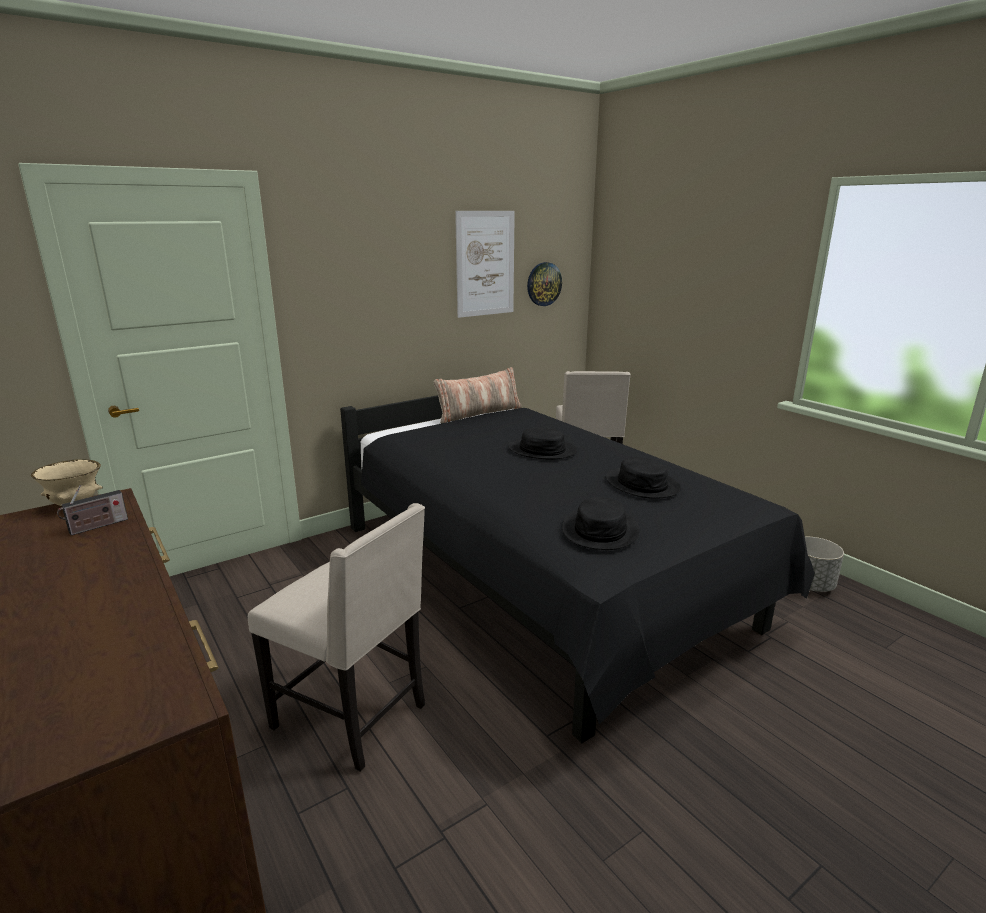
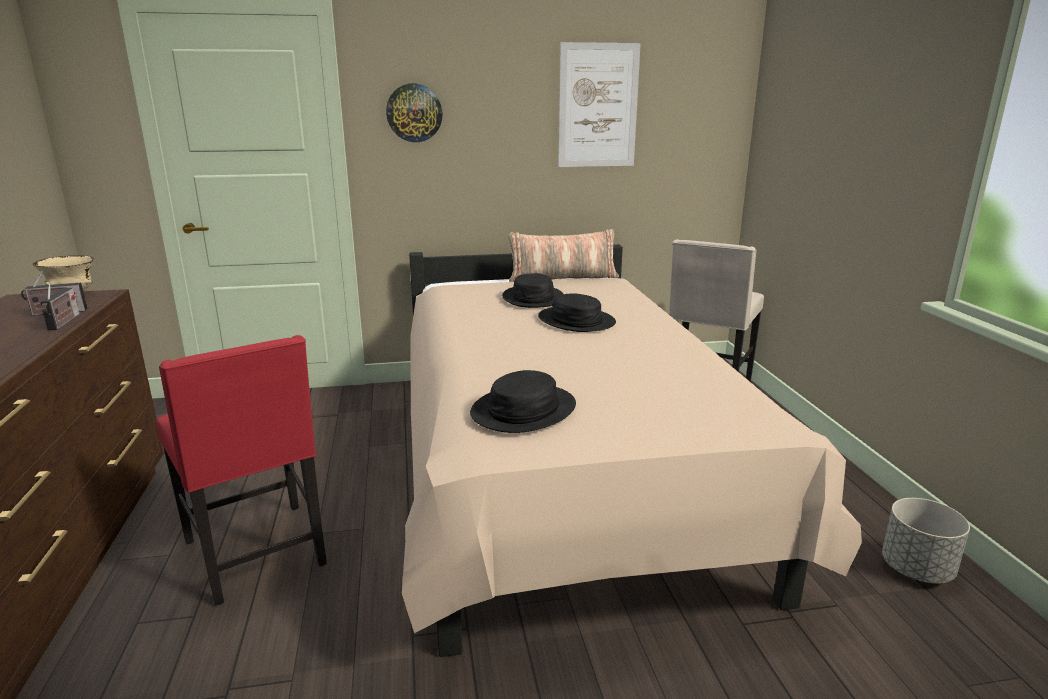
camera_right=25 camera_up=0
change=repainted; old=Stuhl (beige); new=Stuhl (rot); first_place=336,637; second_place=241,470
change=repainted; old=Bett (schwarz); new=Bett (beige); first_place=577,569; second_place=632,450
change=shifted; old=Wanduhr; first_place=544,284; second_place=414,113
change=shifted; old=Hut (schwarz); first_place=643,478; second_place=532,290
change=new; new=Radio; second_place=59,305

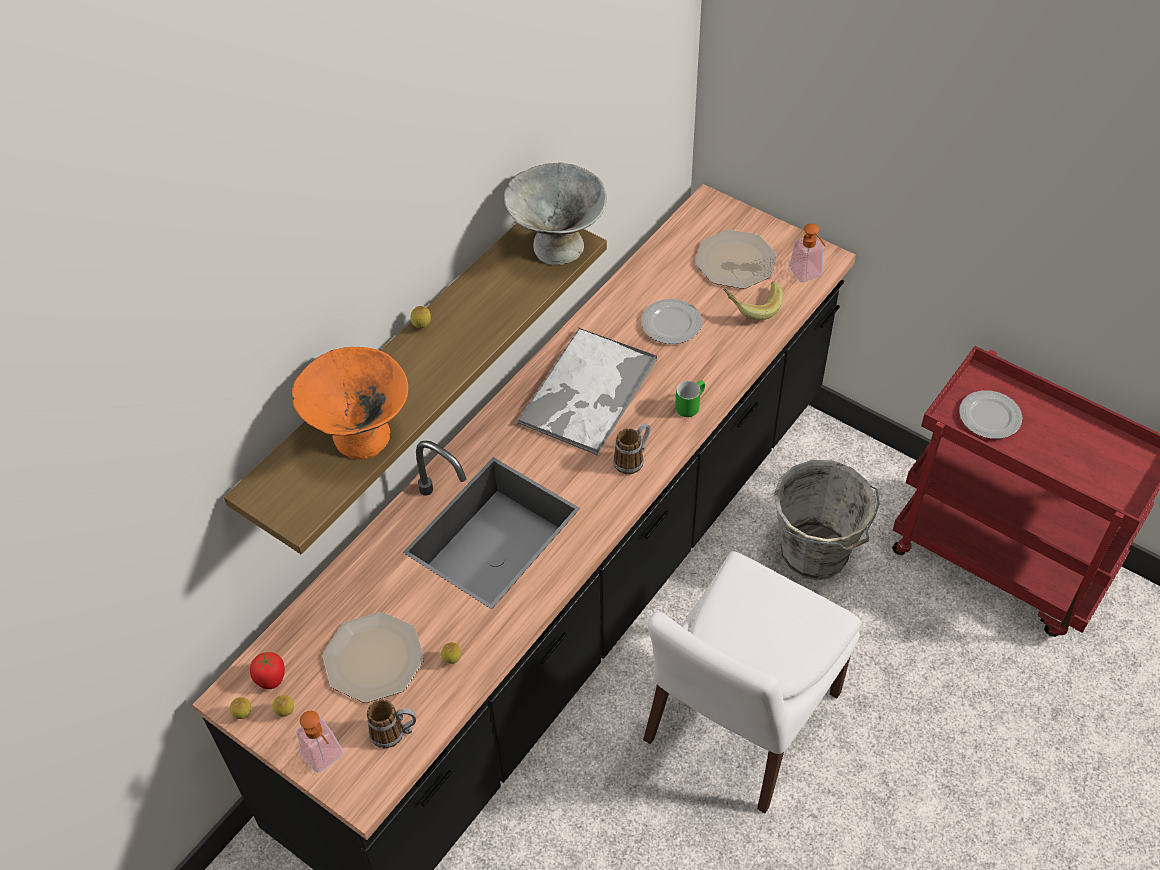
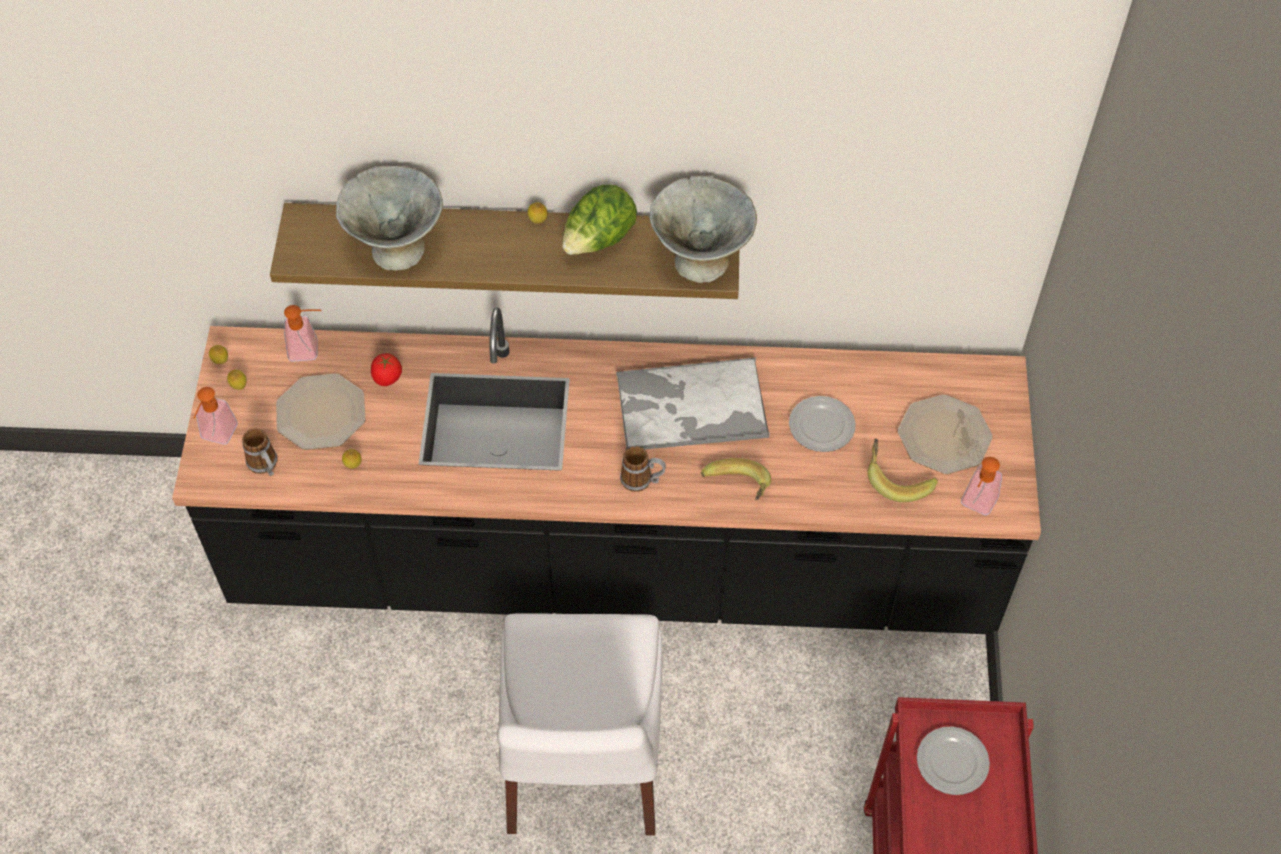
camera_right=55 camera_up=5
change=shifted; old=Tomate; first_place=267,670; second_place=386,369
change=repainted; old=Schüssel (orange); new=Schüssel (grau); first_place=350,403; second_place=389,218
change=rotated; old=Stuhl (weiß); first_place=752,682; second_place=579,724; degrees=-90
change=swapped; old=Henkelbecher (grün); new=Banane; first_place=690,398; second_place=736,479
change=gone; old=Eimer (grau); first_place=826,520
change=new; new=Seifenspender; second_place=303,333
change=new; new=Salatkopf; second_place=599,219

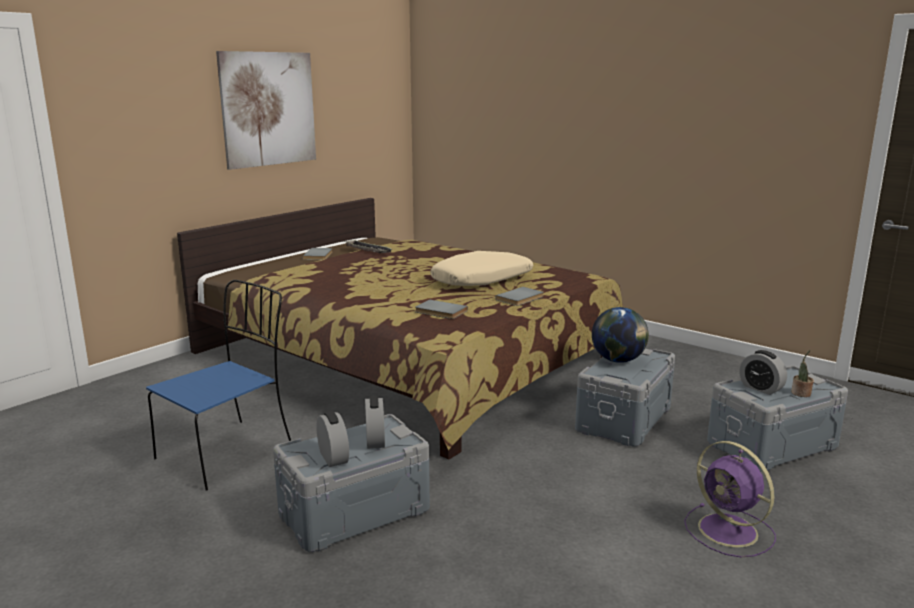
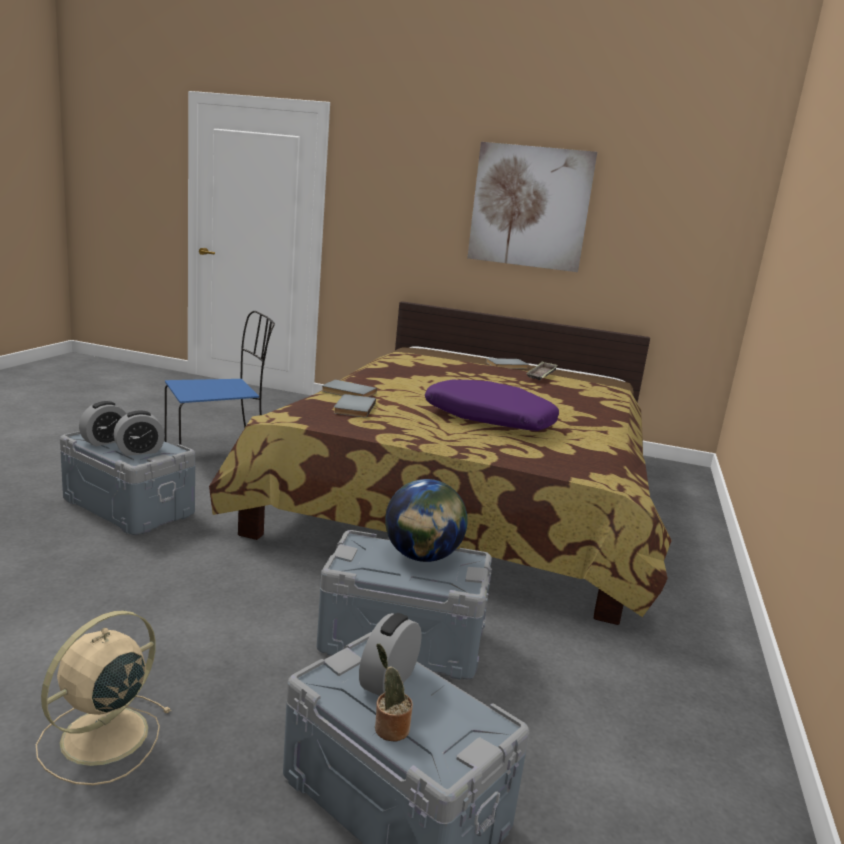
camera_right=65 camera_up=0
change=rotated; old=Stuhl (blau); first_place=218,385; second_place=220,378; degrees=-45
change=repainted; old=Kissen (beige); new=Kissen (lila); first_place=481,268; second_place=492,405
change=shifted; old=Buch (grau); first_place=519,296; second_place=349,388
change=repainted; old=Ventilator (lila); new=Ventilator (beige); first_place=730,499; second_place=103,697

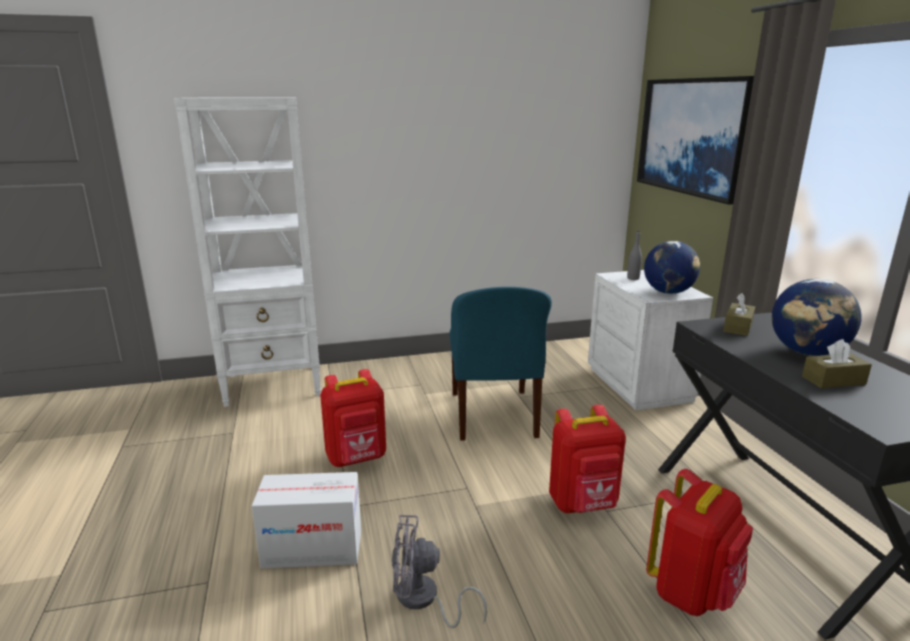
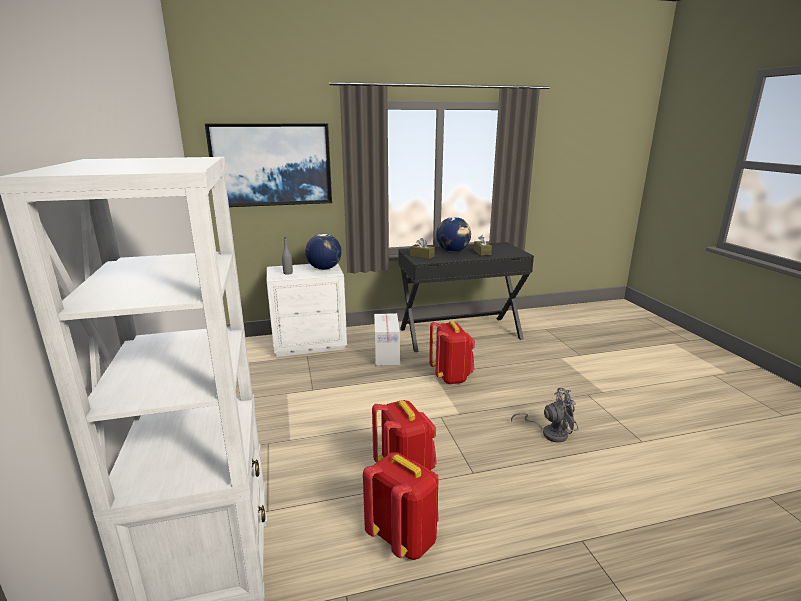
camera_right=-90 camera_up=0
change=shifted; old=Karton; first_place=306,520; second_place=387,339
change=rotated; old=Ventilator (grau); first_place=439,571; second_place=544,415; degrees=-90
change=gone; old=Stuhl (blau); first_place=500,364
change=shifted; old=Rucksack (rot); first_place=699,542; second_place=401,506

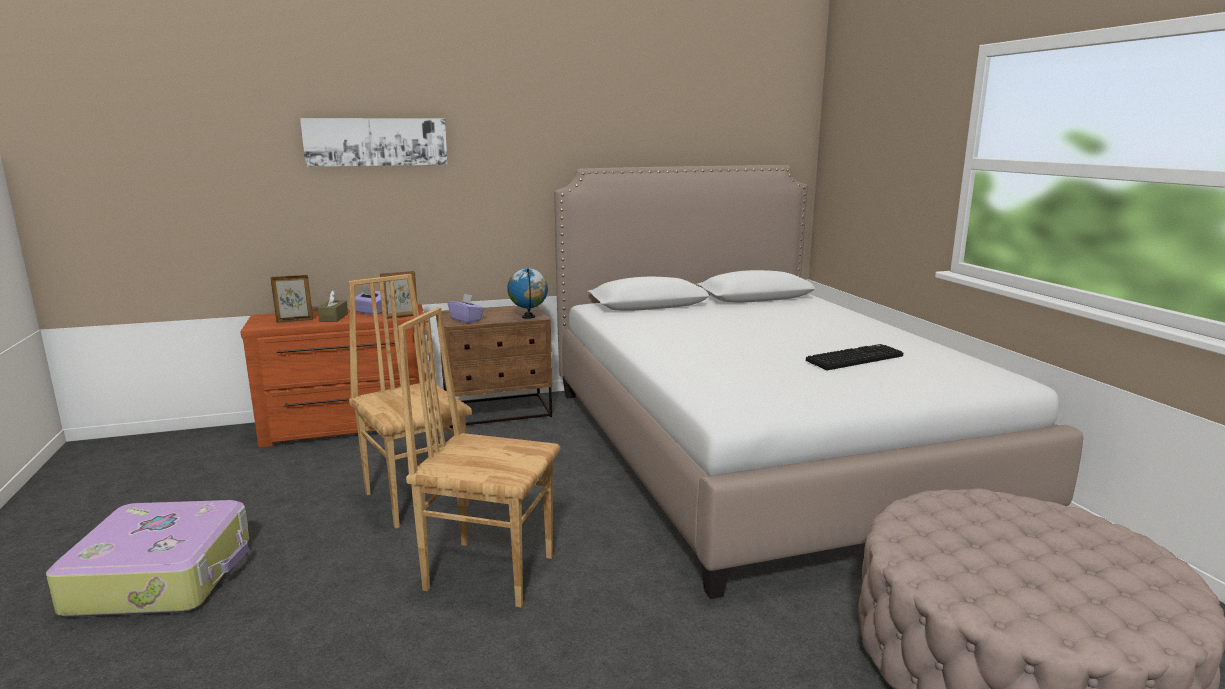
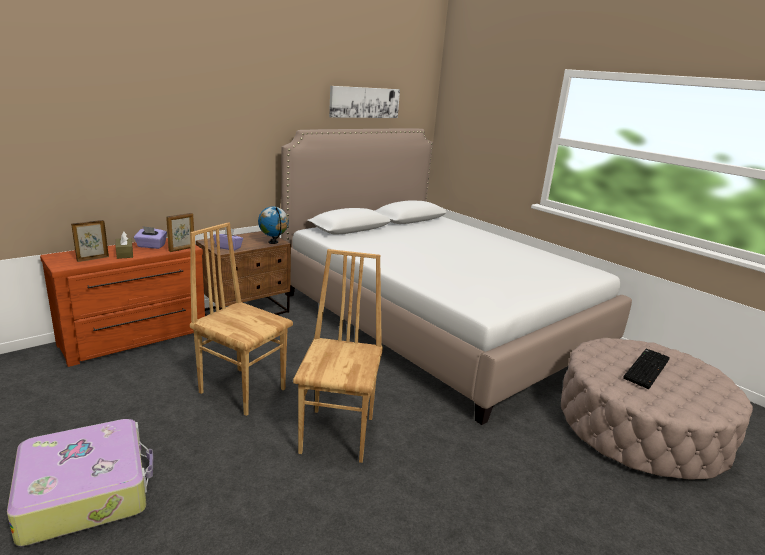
camera_right=-25 camera_up=5
change=shifted; old=Bild; first_place=374,142; second_place=364,102
change=rotated; old=Stuhl (braun); first_place=479,457; second_place=338,356; degrees=105
change=shifted; old=Tastatur; first_place=854,357; second_place=646,369

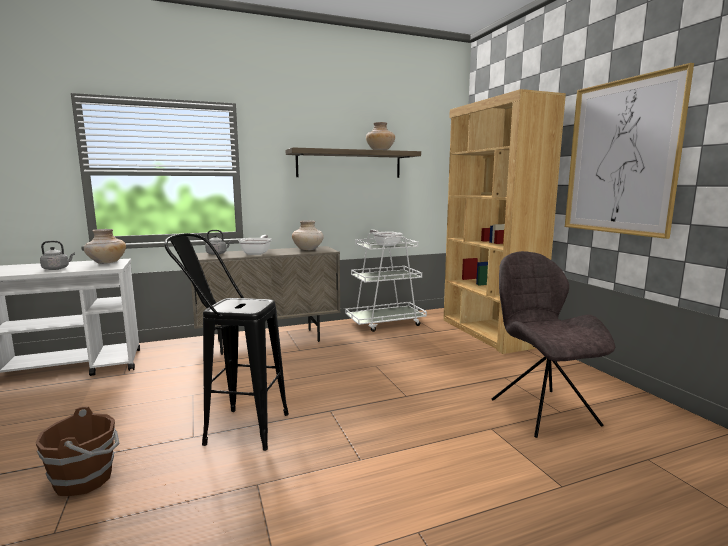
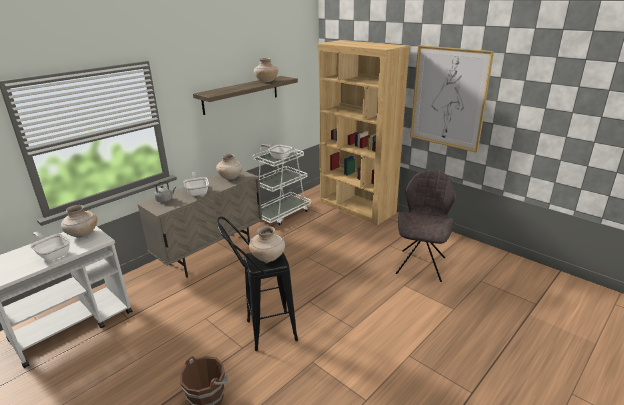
camera_right=-25 camera_up=15
change=swapped; old=Wasserkessel (grau); new=Pfanne; first_place=57,255; second_place=50,246
change=rotated; old=Stuhl (grau); first_place=553,344; second_place=425,226; degrees=60
change=new; new=Vase (beige); second_place=267,244

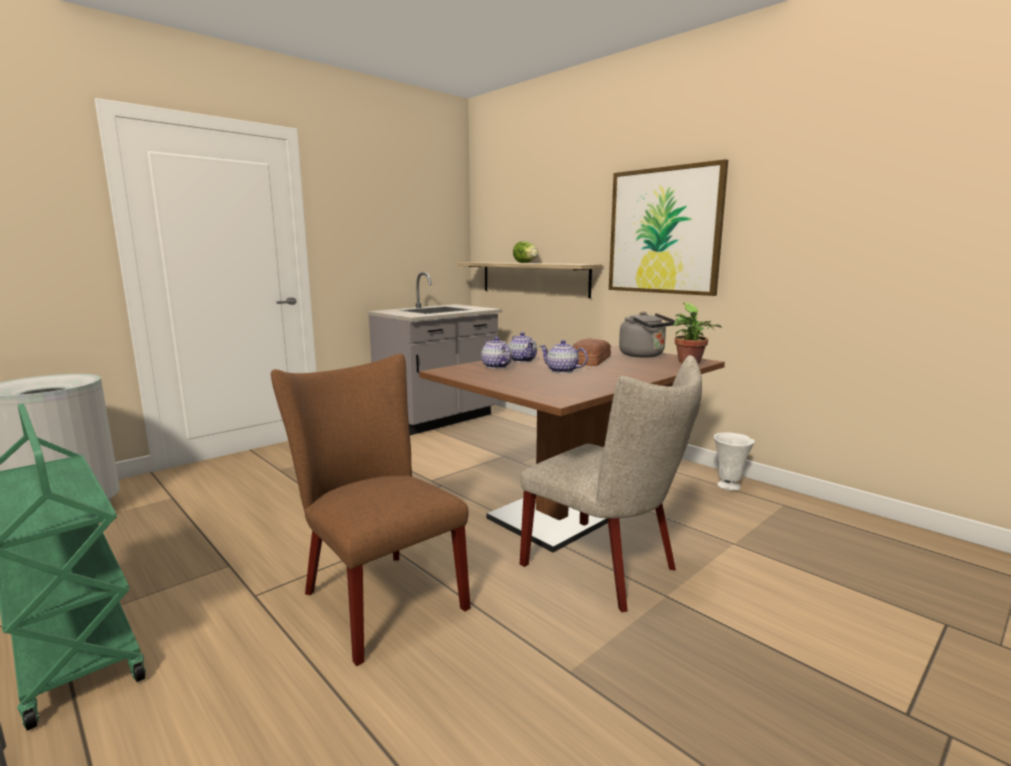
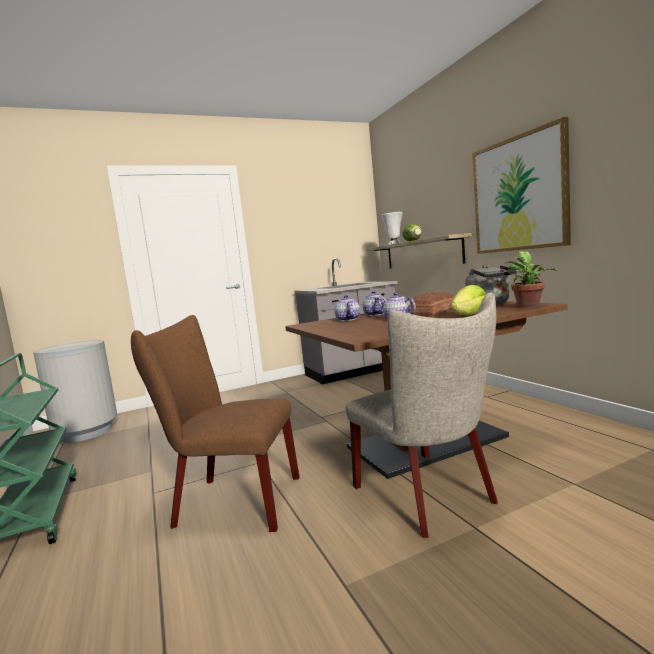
camera_right=20 camera_up=-5
change=rotated; old=Stuhl (braun); first_place=371,510; second_place=215,423; degrees=-60
change=shifted; old=Vase (weiß); first_place=734,461; second_place=392,228
change=new; new=Salatkopf; second_place=468,300

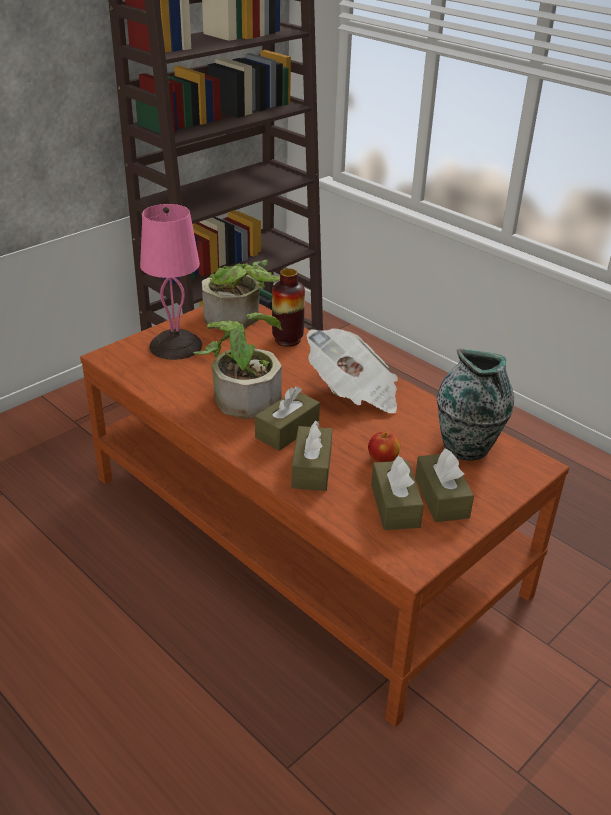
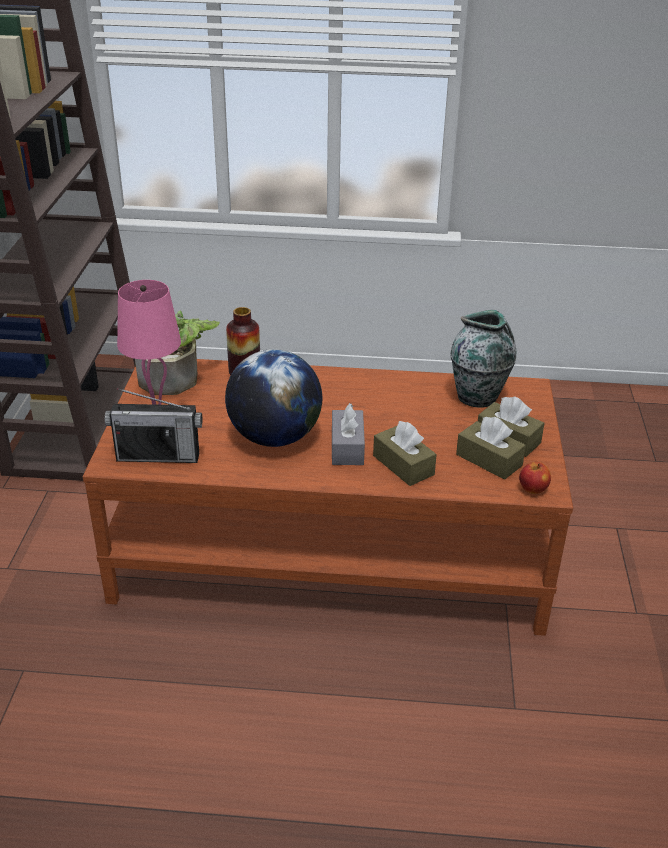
camera_right=-40 camera_up=0
change=swapped; old=Topfpflanze; new=Globus; first_place=238,365; second_place=273,398
change=repainted; old=Taschentuchbox (braun); new=Taschentuchbox (grau); first_place=287,418; second_place=348,434
change=gone; old=Zeitung; first_place=352,371
change=shifted; old=Apfel; first_place=384,447; second_place=535,478
change=new; new=Radio; second_place=153,425

